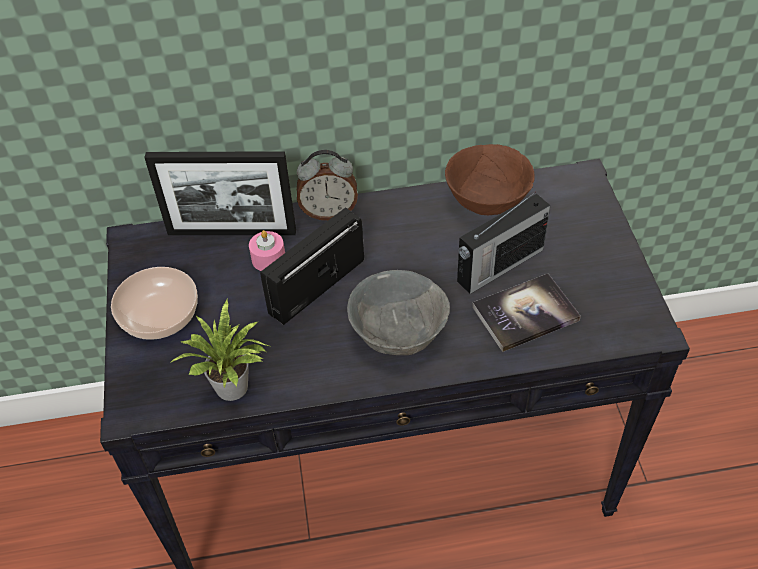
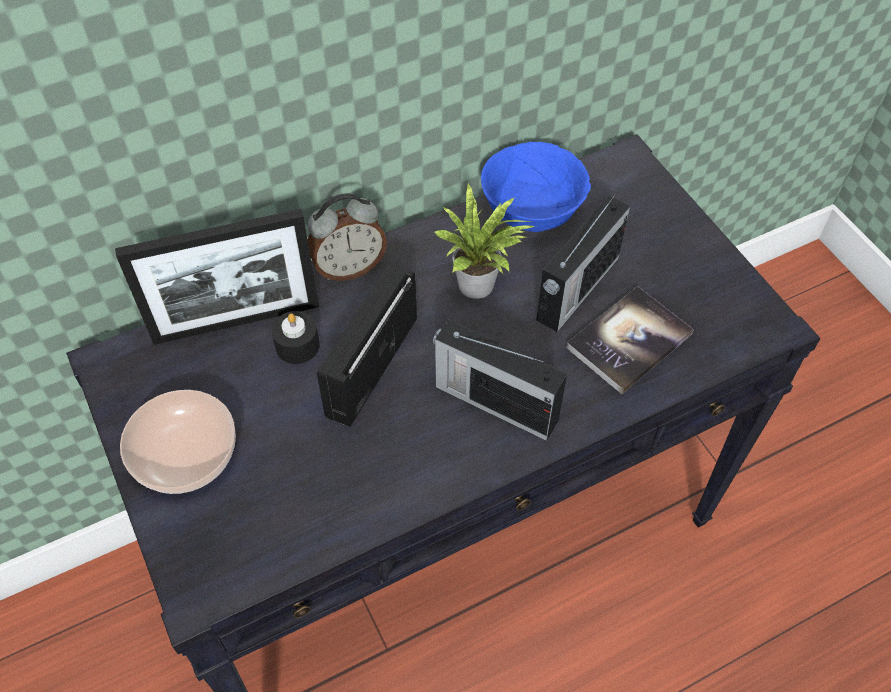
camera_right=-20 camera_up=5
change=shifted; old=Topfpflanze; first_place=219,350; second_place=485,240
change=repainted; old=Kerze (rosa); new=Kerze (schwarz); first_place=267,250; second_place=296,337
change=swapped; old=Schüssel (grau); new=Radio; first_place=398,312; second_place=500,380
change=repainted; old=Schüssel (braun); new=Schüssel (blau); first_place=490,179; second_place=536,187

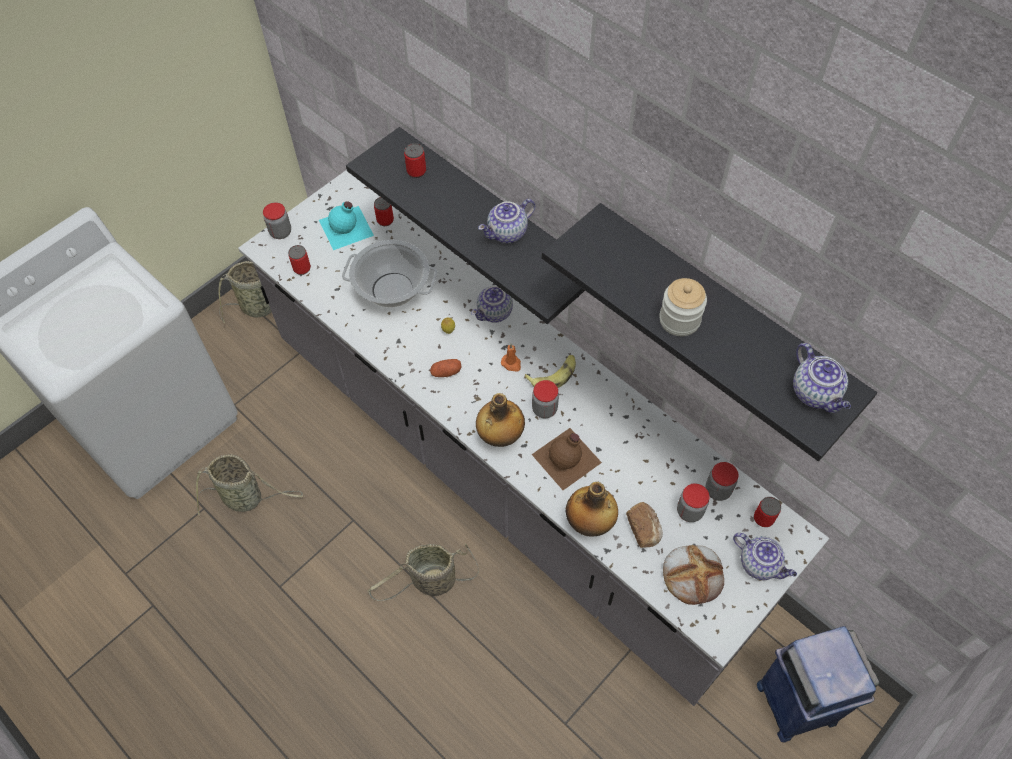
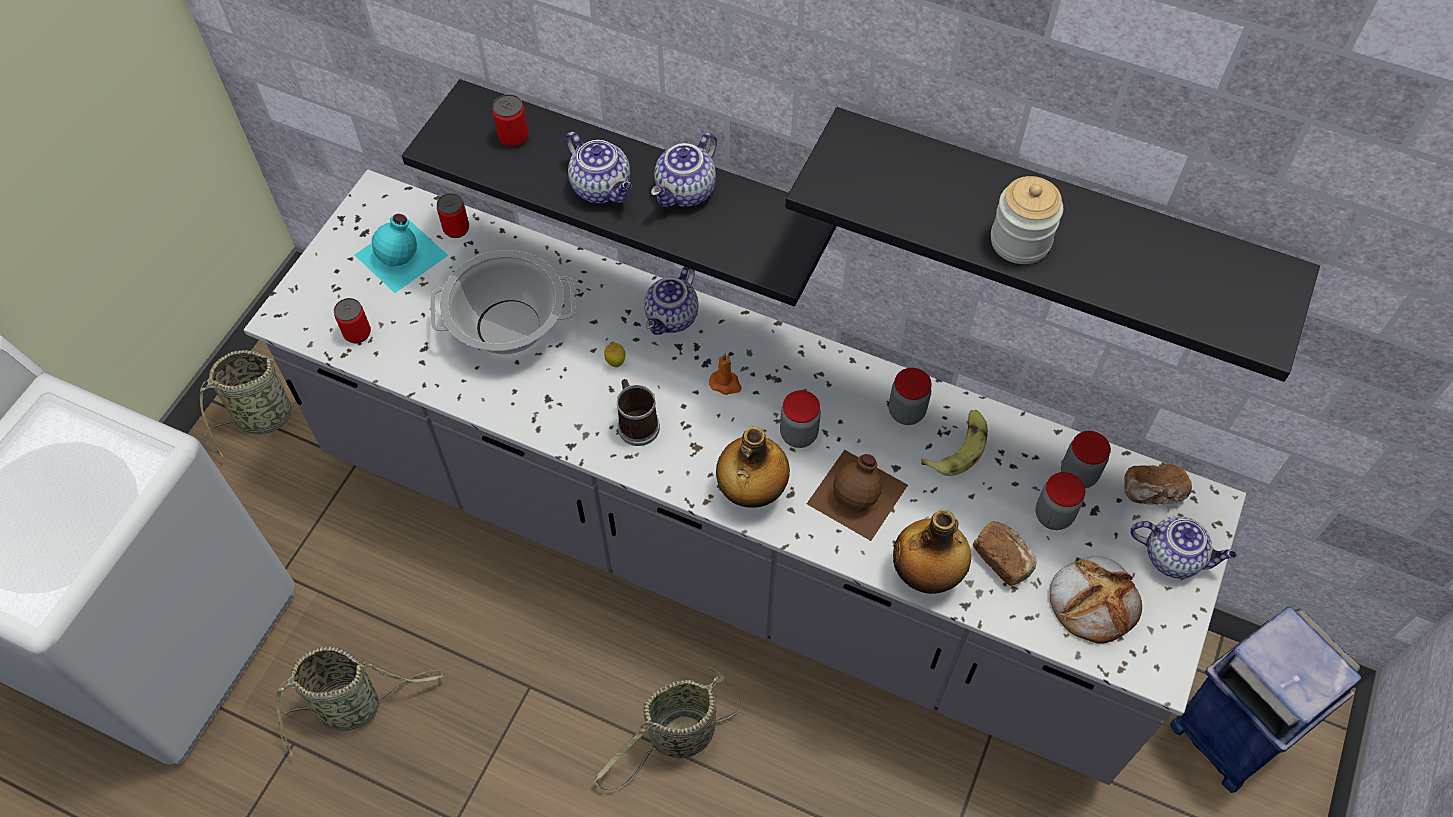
camera_right=-20 camera_up=0
change=shifted; old=Vorratsglas; first_place=277,221; second_place=910,396
change=swapped; old=Kartoffel; new=Henkelbecher; first_place=446,368; second_place=638,412
change=shifted; old=Banane; first_place=550,371; second_place=954,443
change=swapped; old=Dose; new=Brot; first_place=767,512; second_place=1158,484
change=shifted; old=Teekanne; first_place=822,378; second_place=598,167

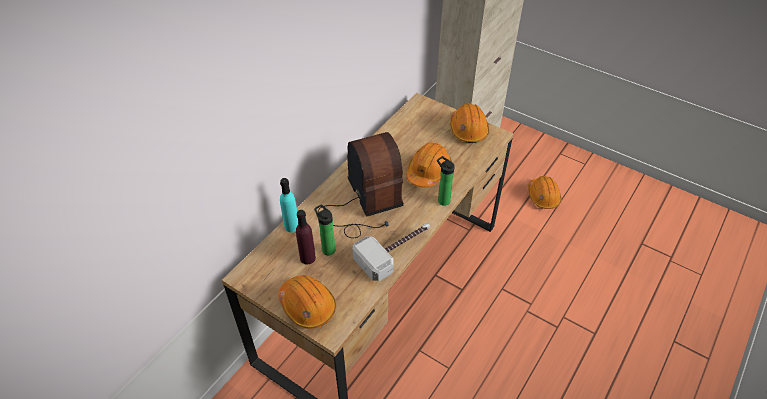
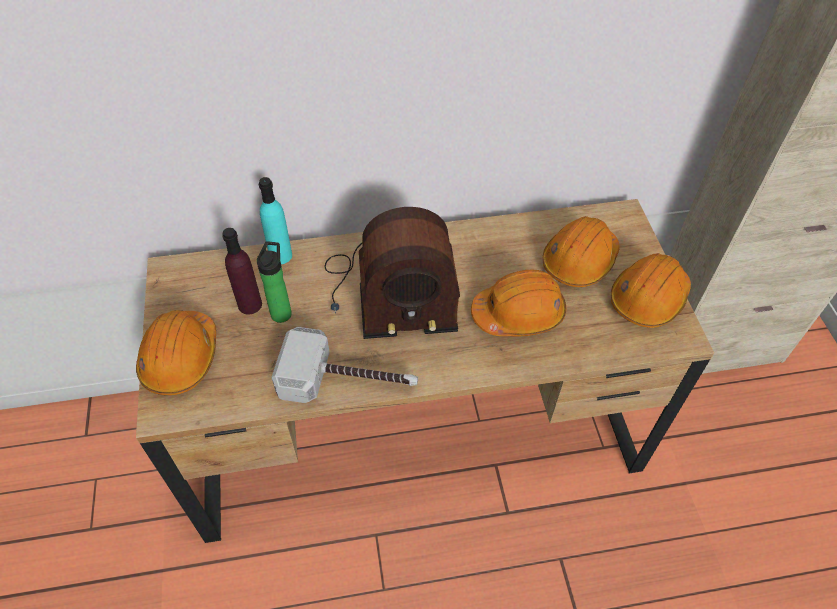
camera_right=45 camera_up=5
change=rotated; old=Radio; first_place=361,185; second_place=392,273; degrees=60
change=gone; old=Flasche; first_place=446,181
change=shifted; old=Schutzhelm (orange); first_place=544,192; second_place=581,251

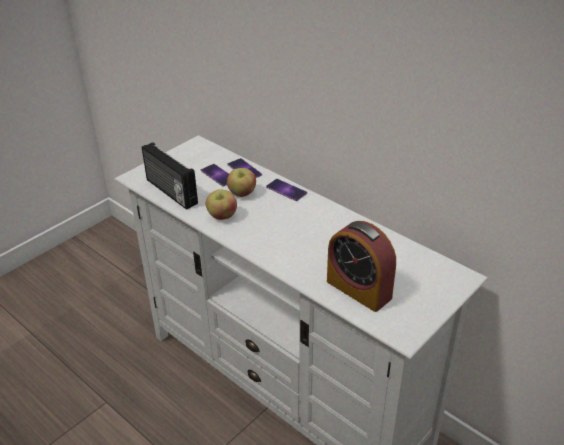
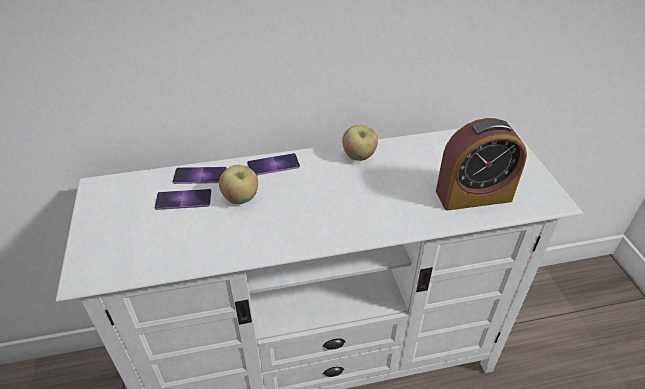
camera_right=-55 camera_up=5
change=gone; old=Radio; first_place=170,176
change=shifted; old=Apfel; first_place=221,204; second_place=360,143

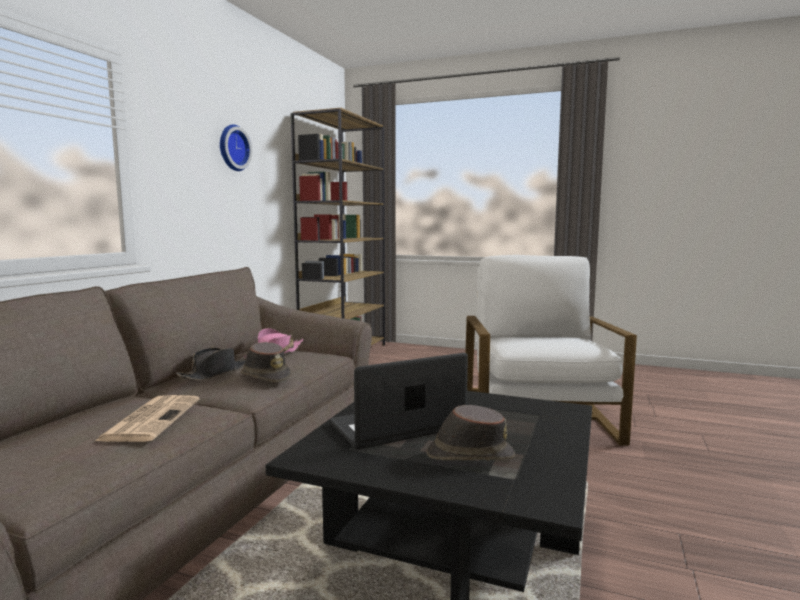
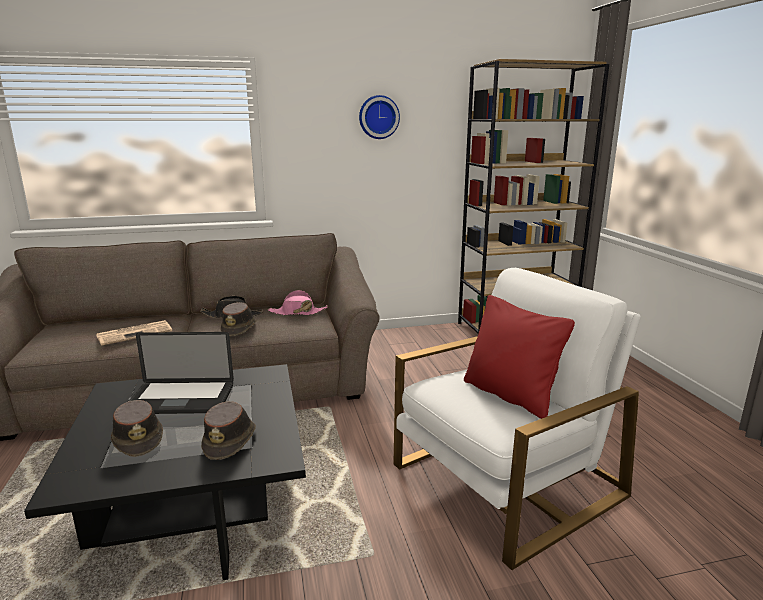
camera_right=55 camera_up=10
change=rotated; old=Laptop; first_place=399,401; second_place=181,373; degrees=150
change=new; new=Hut (braun); second_place=228,430
change=new; new=Kissen (rot); second_place=519,357

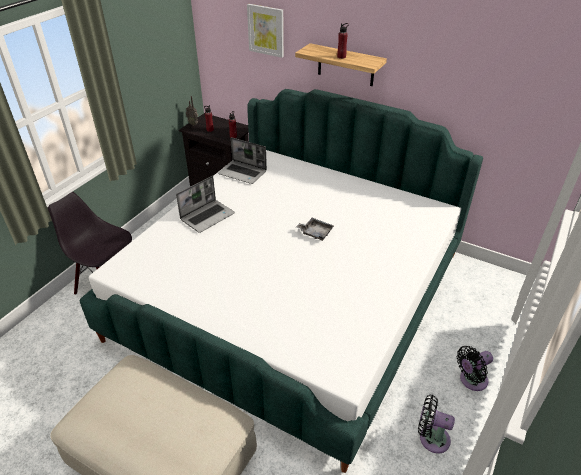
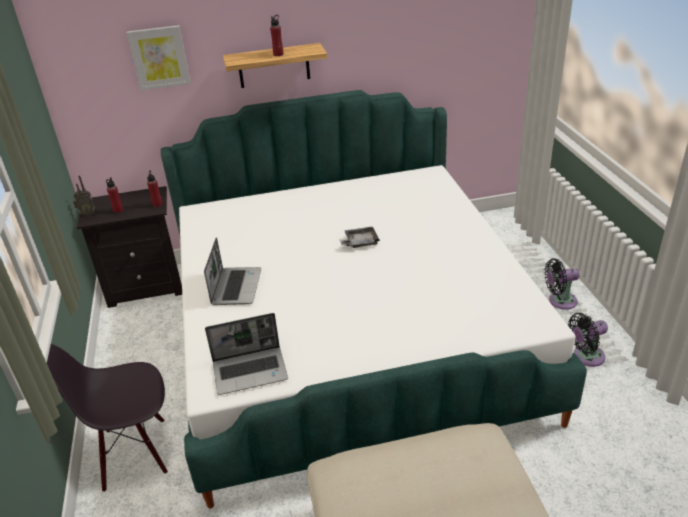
camera_right=-40 camera_up=-5
change=shifted; old=Laptop; first_place=242,160; second_place=246,354
change=rotated; old=Ventilator (schwarz); first_place=474,368; second_place=561,284; degrees=60

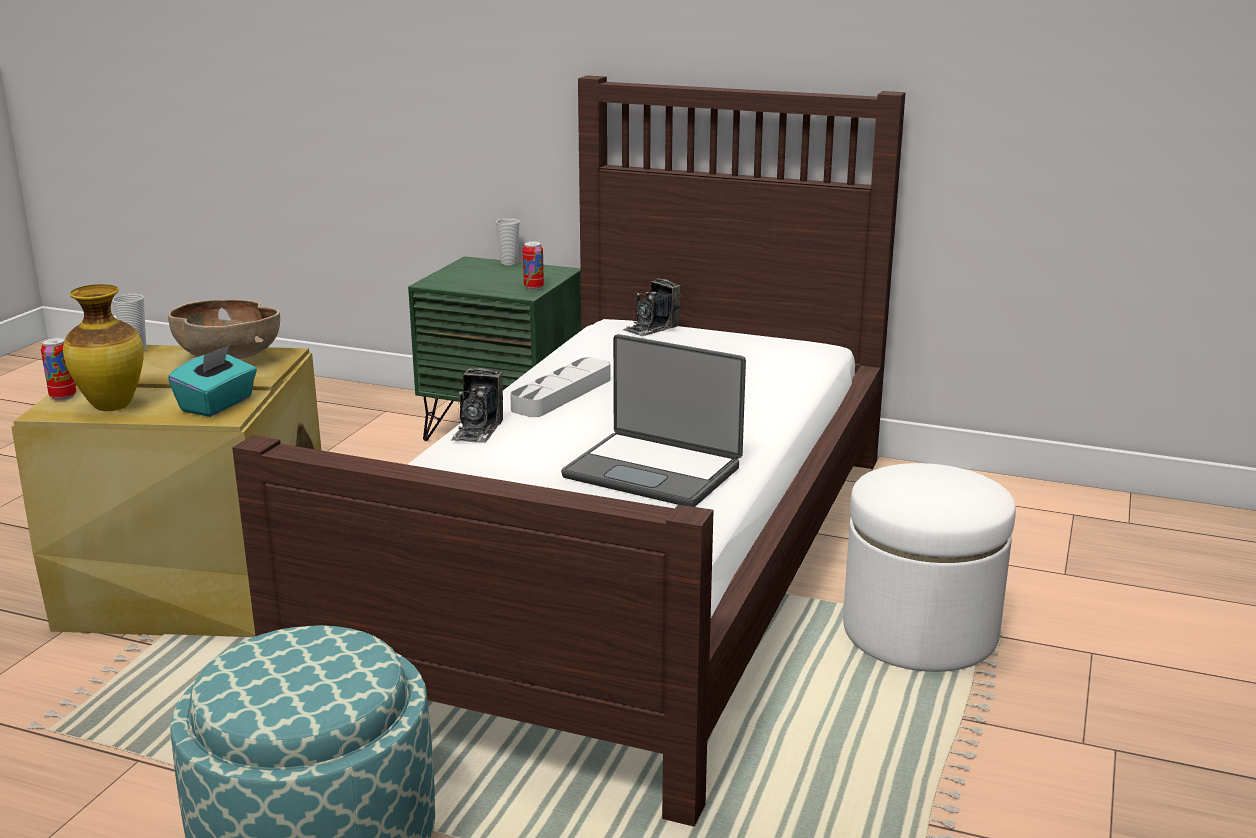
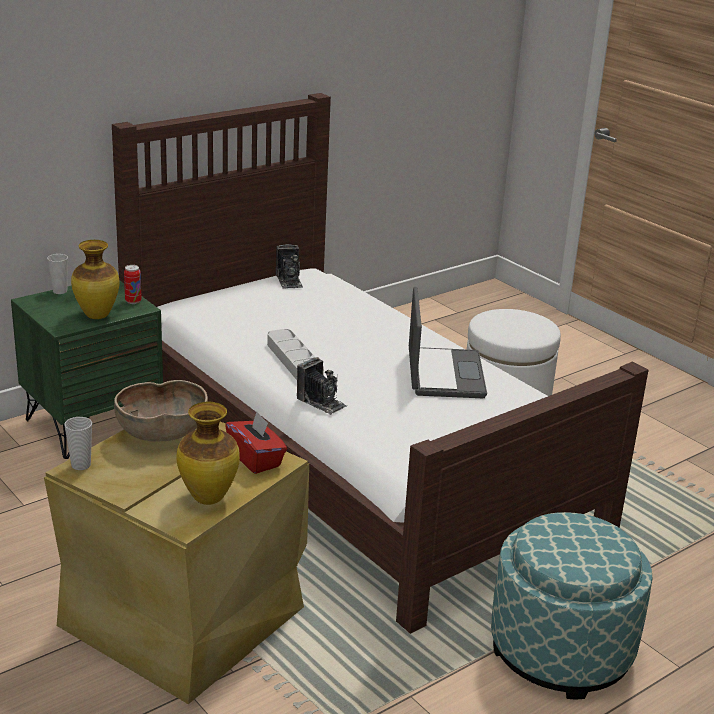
camera_right=-60 camera_up=5
change=gone; old=Dose; first_place=58,368
change=repainted; old=Taschentuchbox (türkis); new=Taschentuchbox (rot); first_place=212,381; second_place=256,443
change=rotated; old=Laptop; first_place=653,420; second_place=448,342; degrees=-60
change=shifted; old=Kamera; first_place=652,307; second_place=289,266
change=new; new=Vase; second_place=95,279

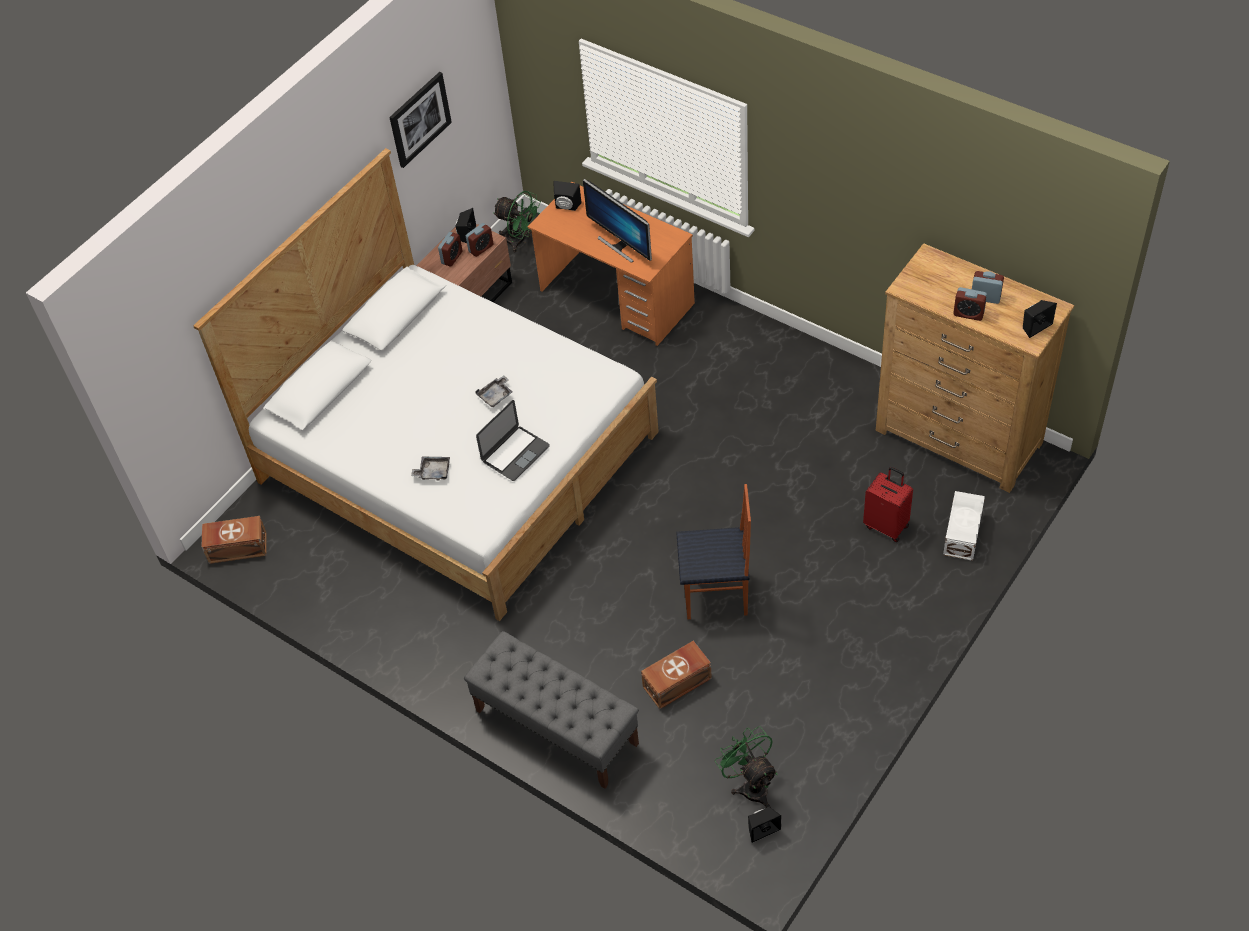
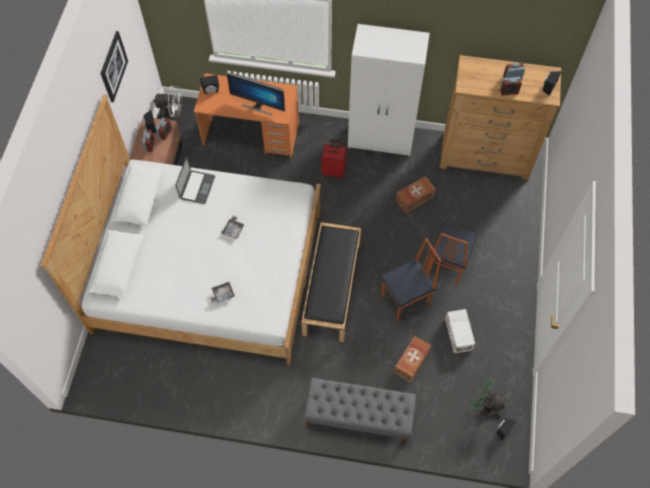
camera_right=-30 camera_up=10
change=shifted; old=Aufbewahrungsbox (braun); first_place=234,540; second_place=416,194
change=shifted; old=Laptop; first_place=513,440; second_place=195,180
change=repainted; old=Ventilator (grün); new=Ventilator (weiß); first_place=517,221; second_place=167,103
change=shifted; old=Koffer (rot); first_place=888,504; second_place=334,159
change=shifted; old=Aufbewahrungsbox (weiß); first_place=964,526; second_place=460,331
change=new; new=Bank (schwarz); second_place=331,282
change=new; new=Kleiderschrank (weiß); second_place=389,90
change=new; new=Stuhl; second_place=453,253

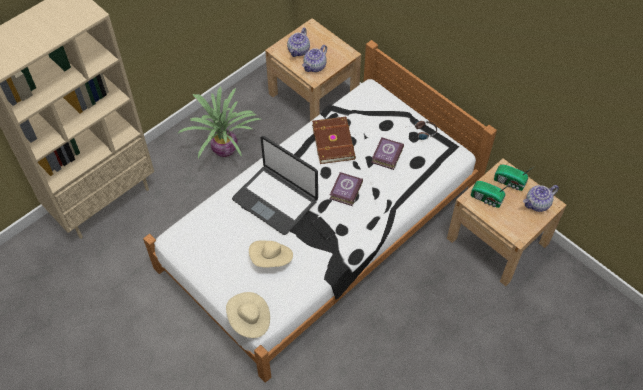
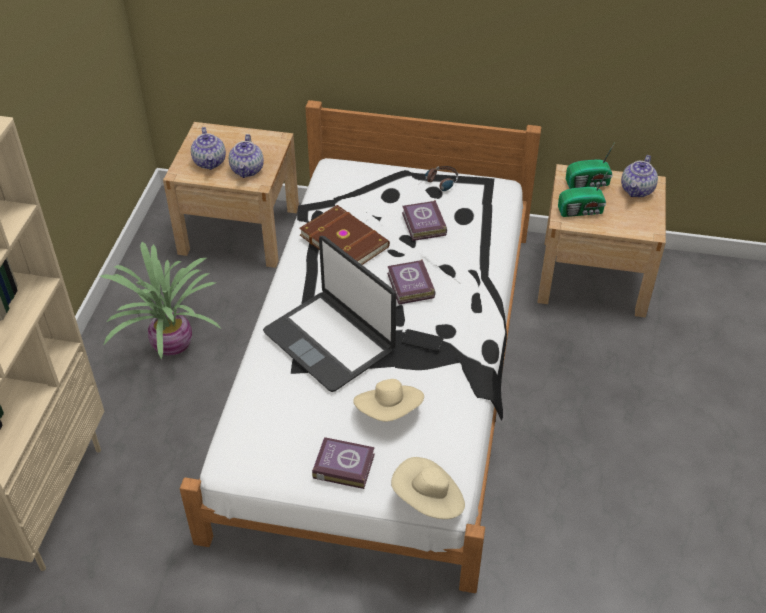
camera_right=-35 camera_up=-10
change=rotated; old=Laptop; first_place=275,185; second_place=329,314; degrees=45
change=new; new=Buch; second_place=343,463

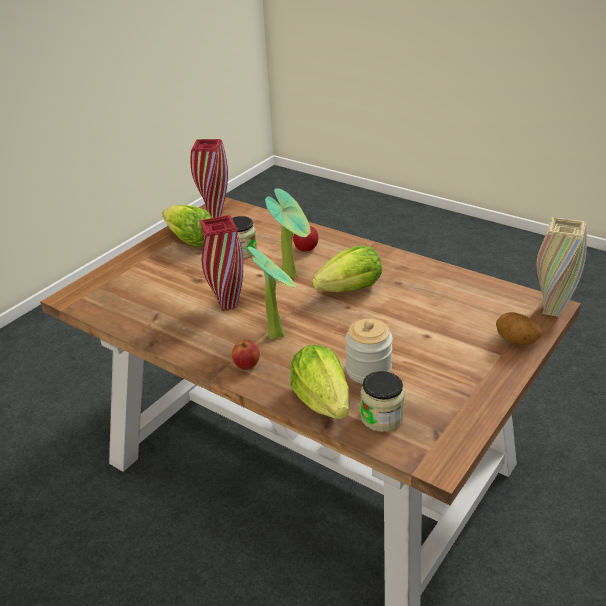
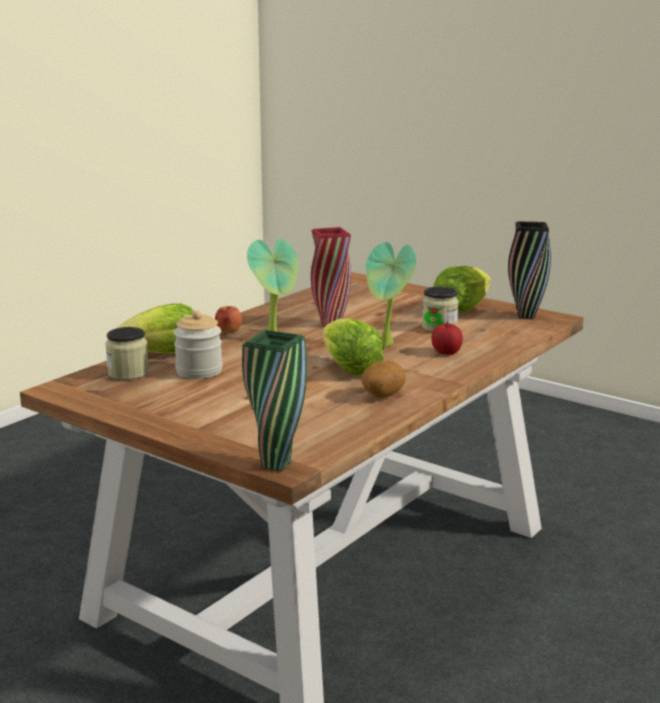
camera_right=90 camera_up=-15
change=repainted; old=Vase (rot); new=Vase (schwarz); first_place=209,178; second_place=529,270
change=shifted; old=Kartoffel; first_place=519,328; second_place=383,379
change=repainted; old=Vase (beige); new=Vase (grün); first_place=562,267; second_place=274,401

